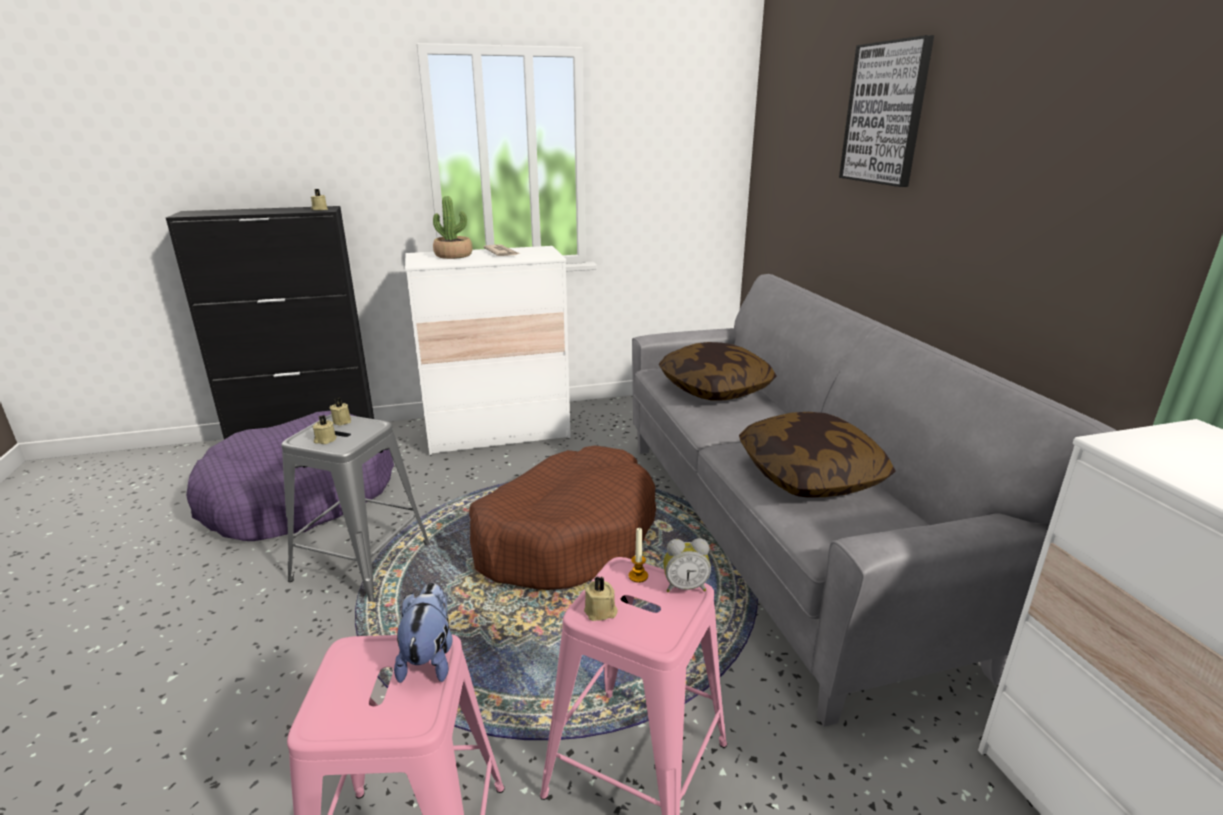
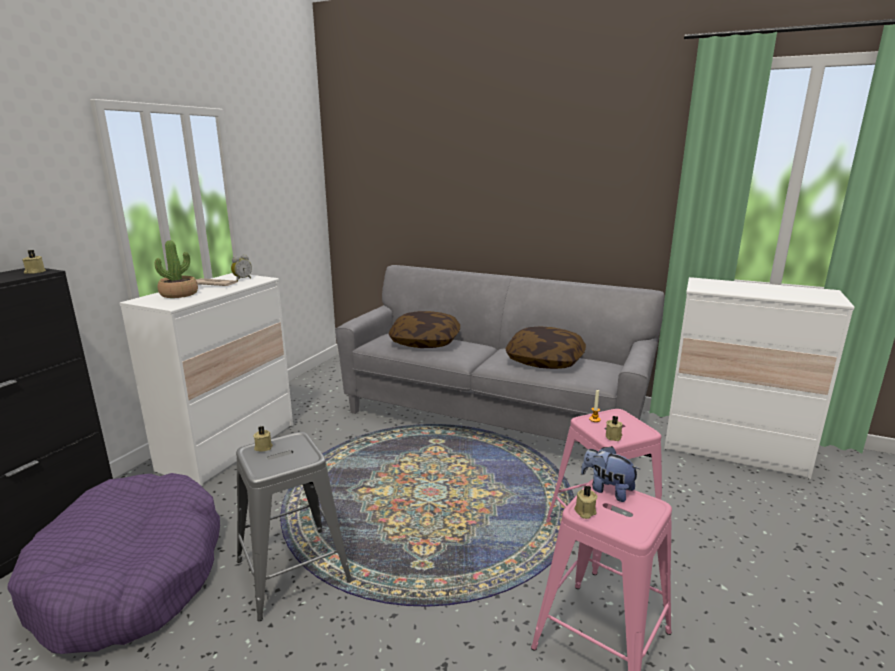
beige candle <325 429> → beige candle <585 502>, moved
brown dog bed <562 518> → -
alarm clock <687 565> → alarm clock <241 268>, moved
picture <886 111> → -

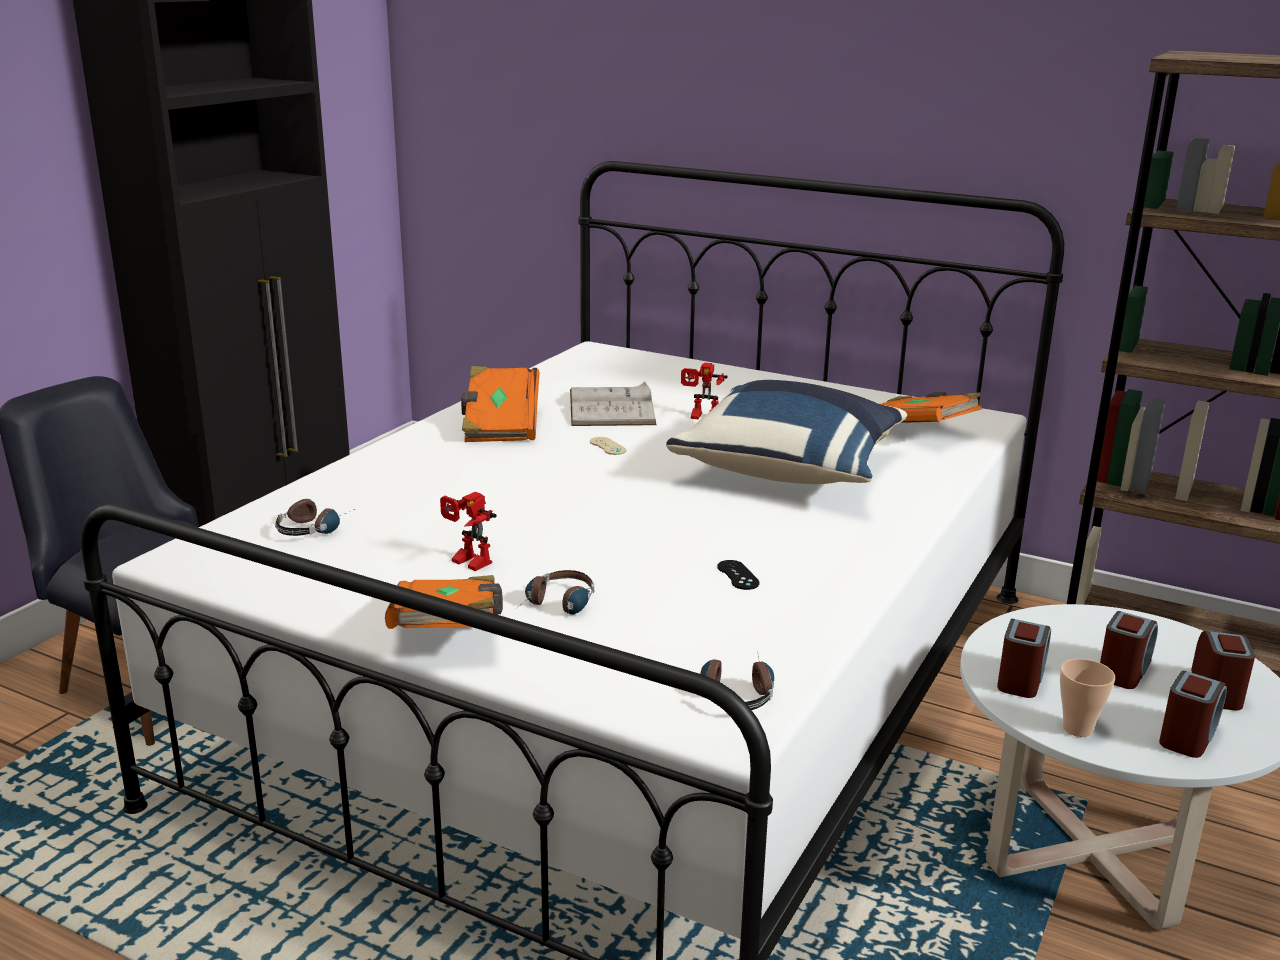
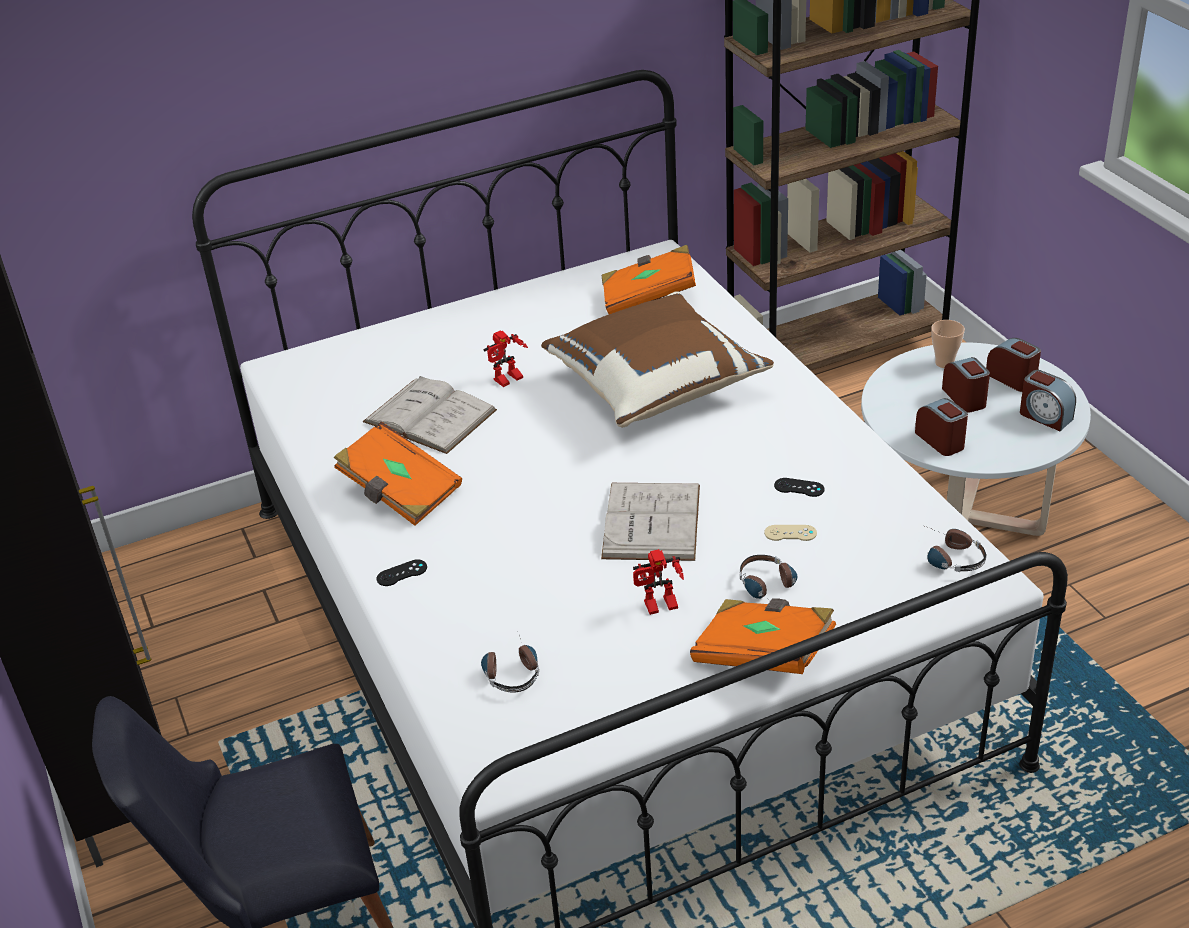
beige game controller <608 446> → beige game controller <790 533>, moved
blue pillow <786 432> → brown pillow <657 359>
cup <1087 698> → cup <948 344>, moved
alarm clock <1193 714> → alarm clock <1048 400>, 150 degrees clockwise
- → black game controller <402 572>
- → white book <650 522>

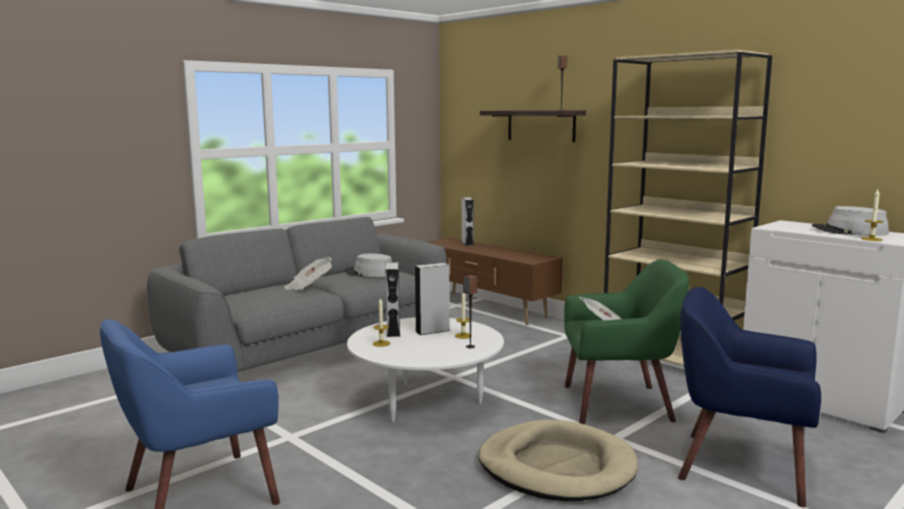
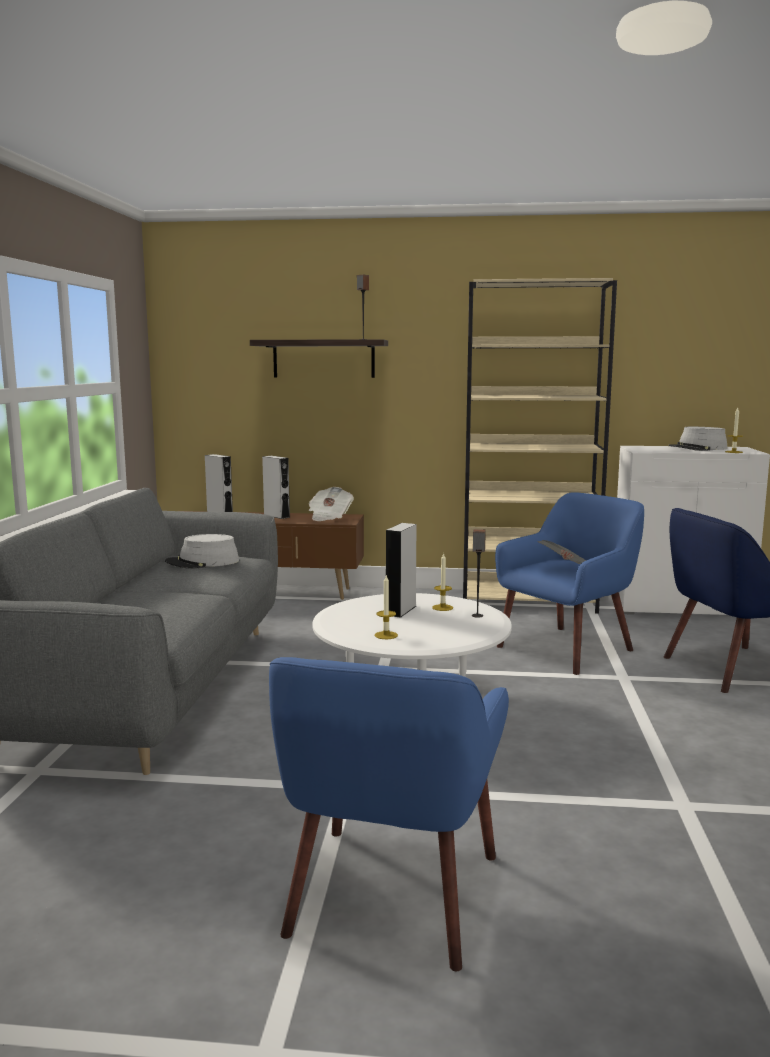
newspaper <308 273> → newspaper <331 504>, moved
grey speaker <392 299> → grey speaker <276 487>, moved
beige dog bed <558 460> → -
green armchair <626 342> → blue armchair <569 583>

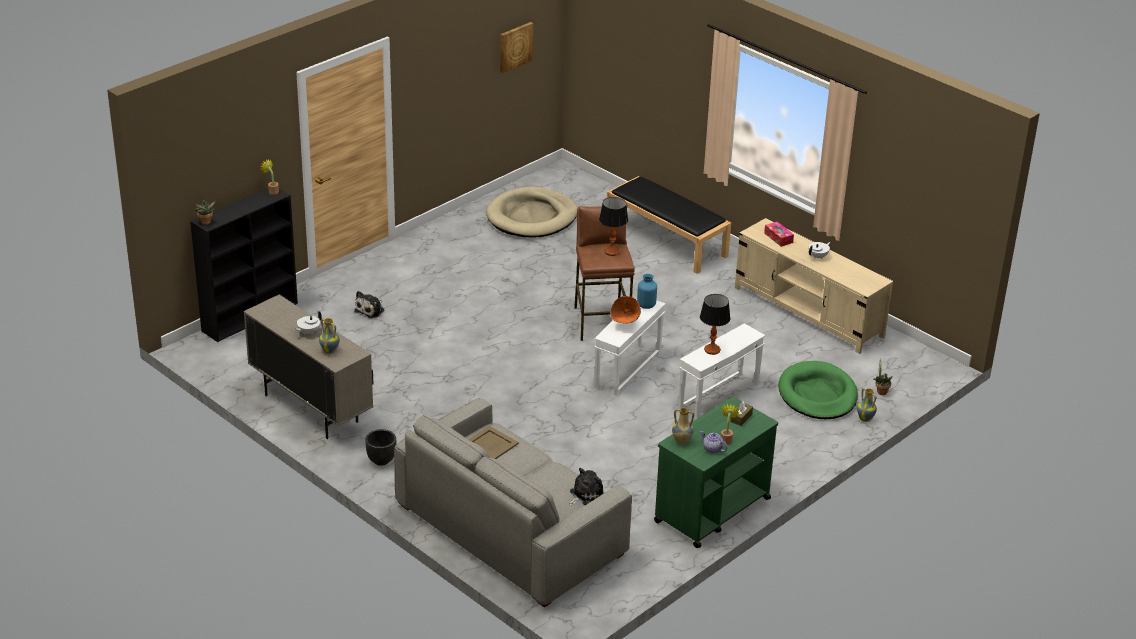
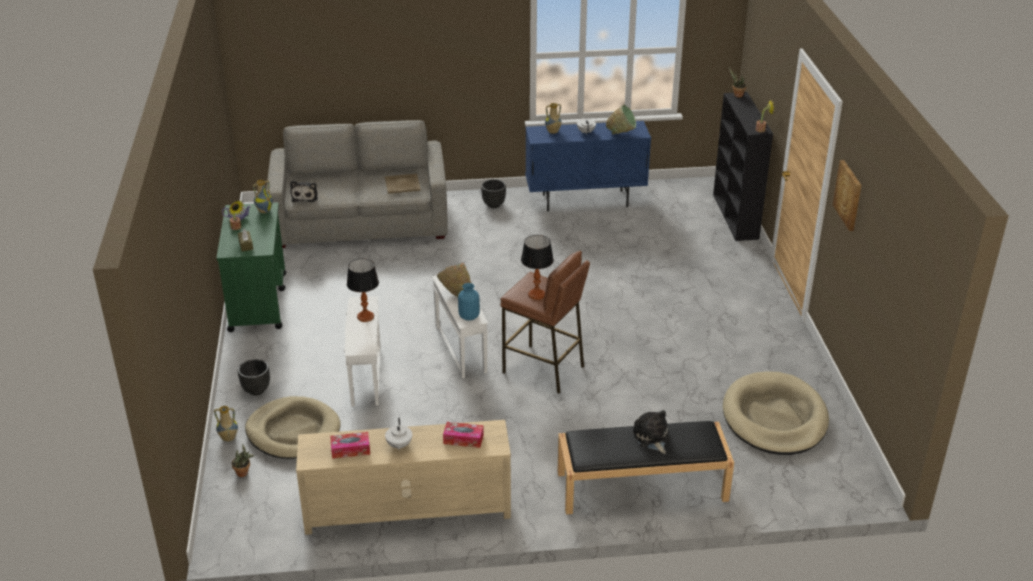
beige cabinet <308 367> → blue cabinet <588 166>
plush toy <369 304> → plush toy <651 432>, moved
picture <516 47> → picture <847 195>, moved
green dog bed <818 390> → beige dog bed <293 427>
- → black planter <254 377>
- → tissue box <350 445>
- → green bowl <621 119>

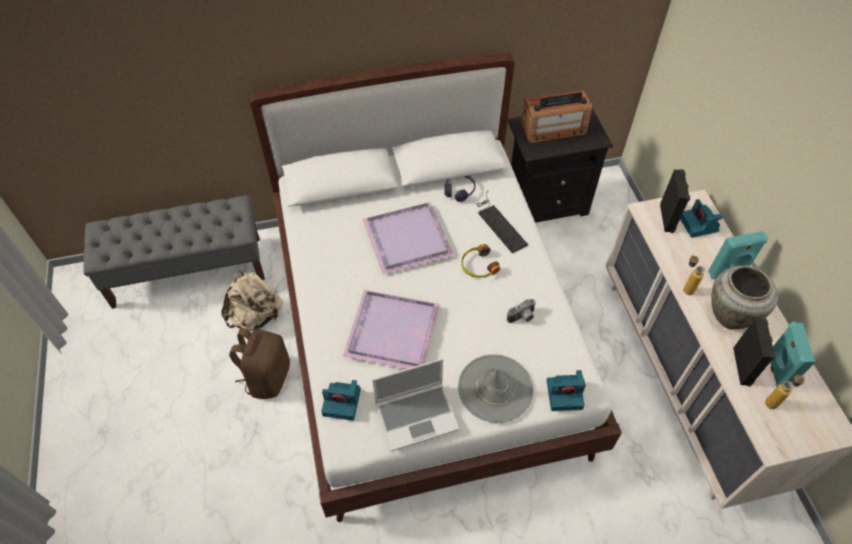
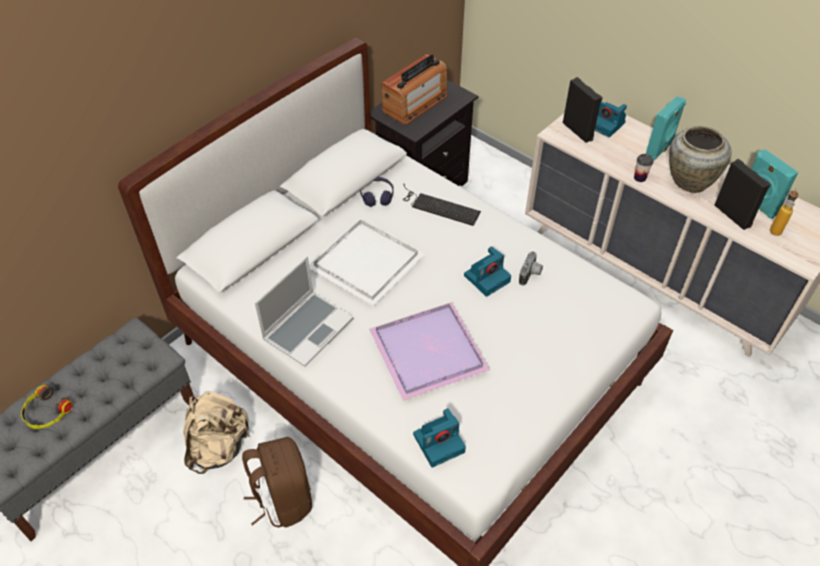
purple tray <408 238> → white tray <366 262>
laptop <415 404> → laptop <304 311>, moved
grey hat <495 389> → -
headphones <480 261> → headphones <46 407>, moved
photo camera <566 390> → photo camera <487 271>, moved
bottle <694 274> → cup <644 168>

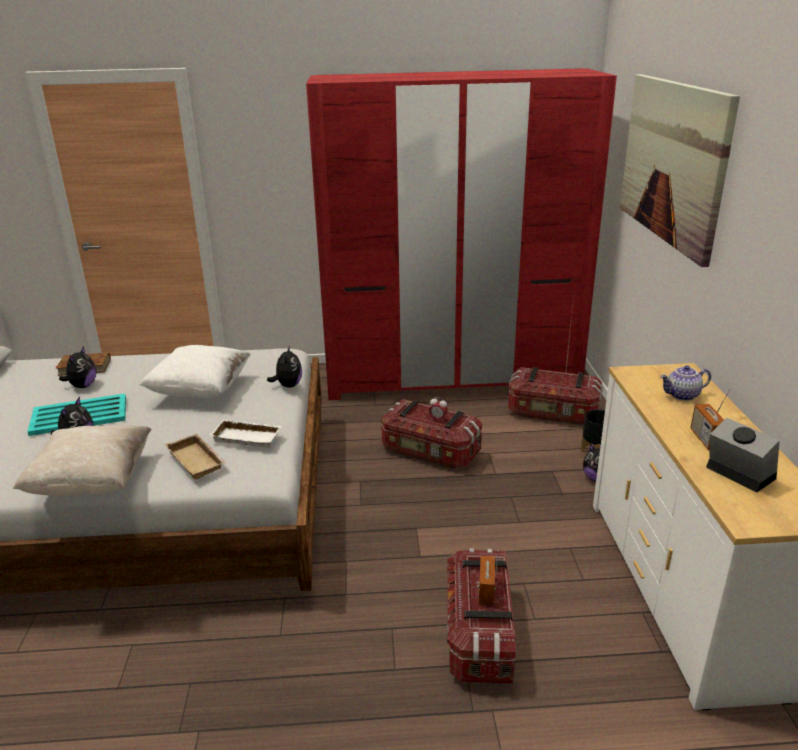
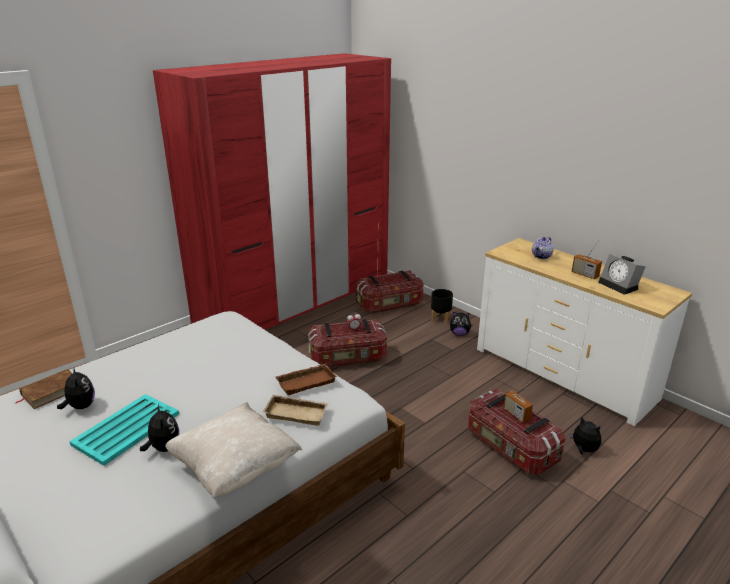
white pillow <195 371> → -
white tray <246 433> → brown tray <306 379>
plush toy <284 366> → plush toy <584 435>, moved
picture <680 170> → -
alarm clock <743 455> → alarm clock <622 274>, 135 degrees counterclockwise

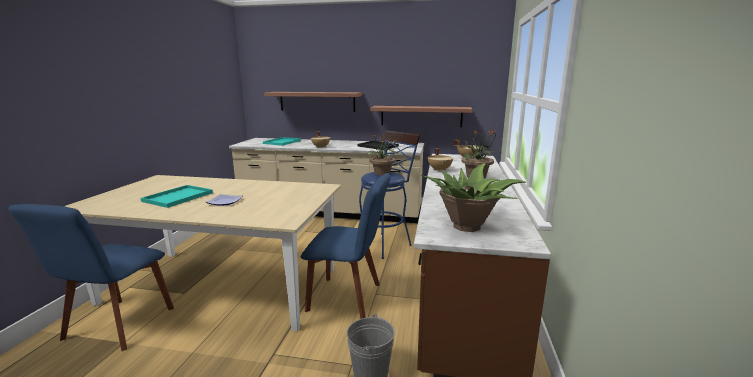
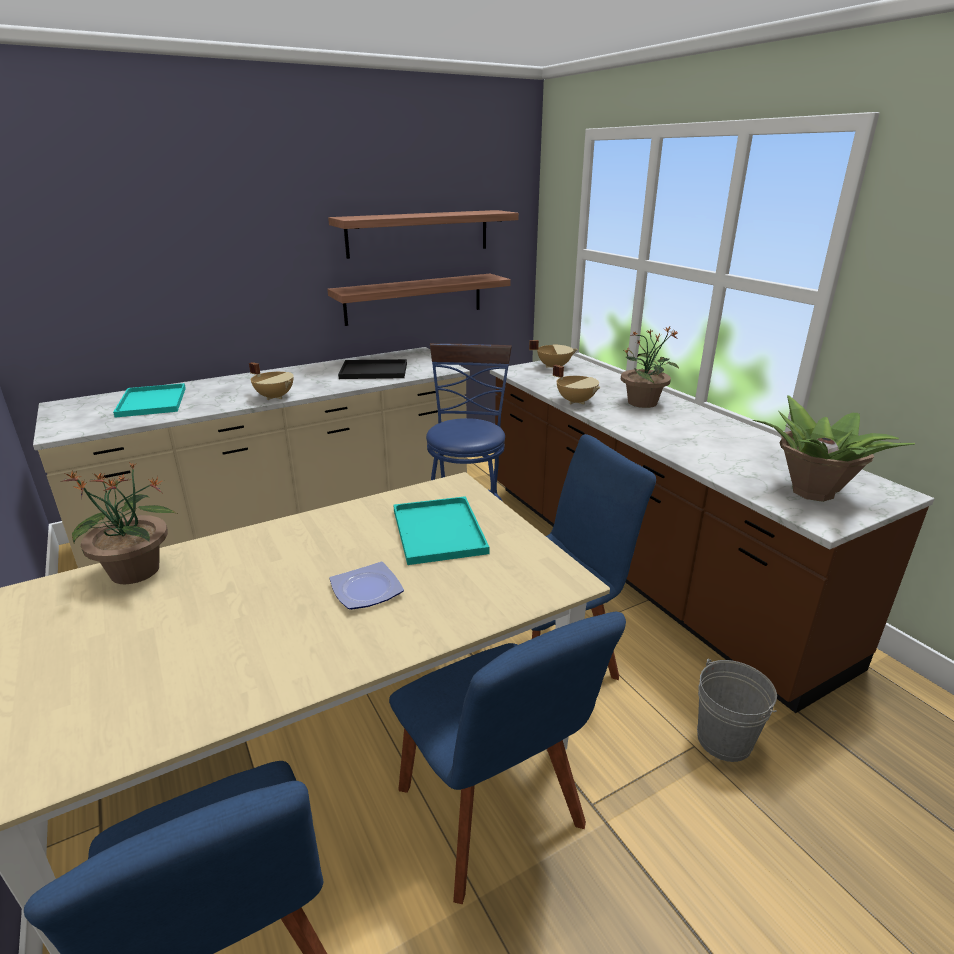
turquoise tray <177 196> → turquoise tray <442 530>, moved
shelf <313 102> → shelf <423 234>, moved
potted plant <383 155> → potted plant <120 523>, moved
- → blue chair <507 758>

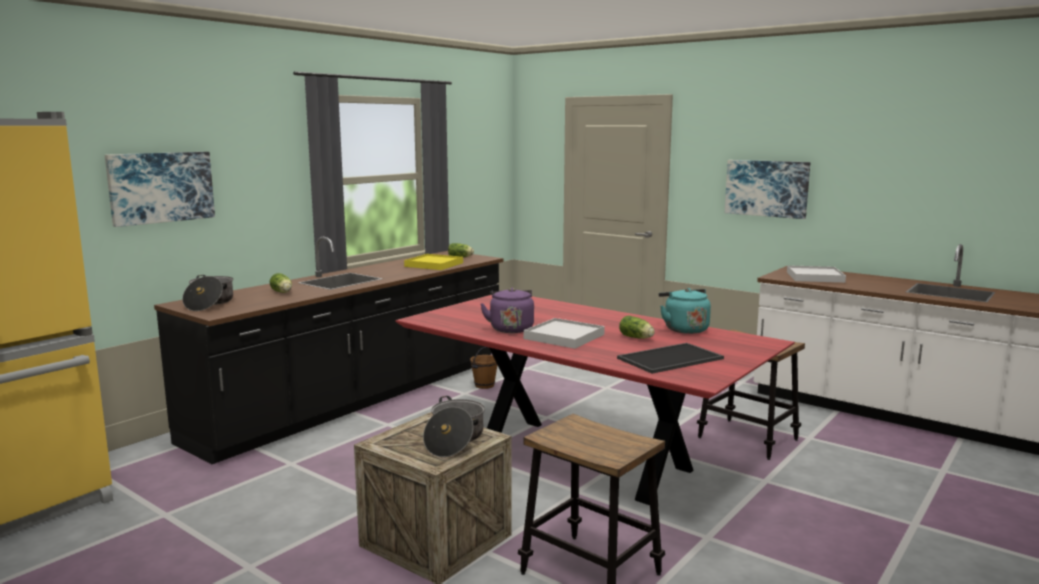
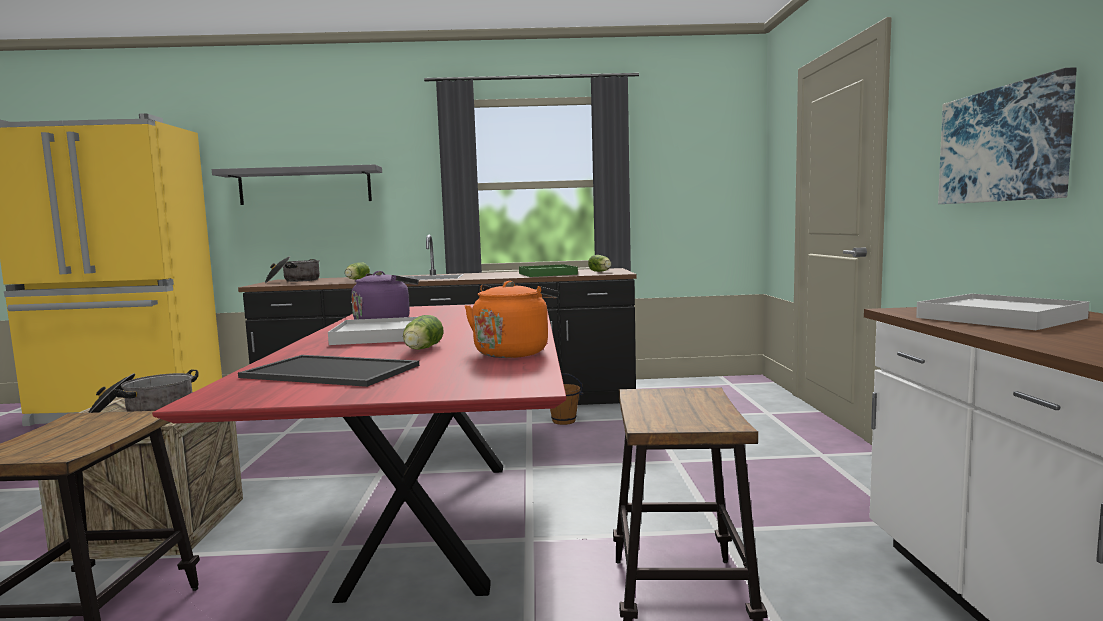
picture <160 189> → grey shelf <297 184>
yellow tray <433 262> → green tray <548 270>
turquoise kettle <684 311> → orange kettle <511 319>

